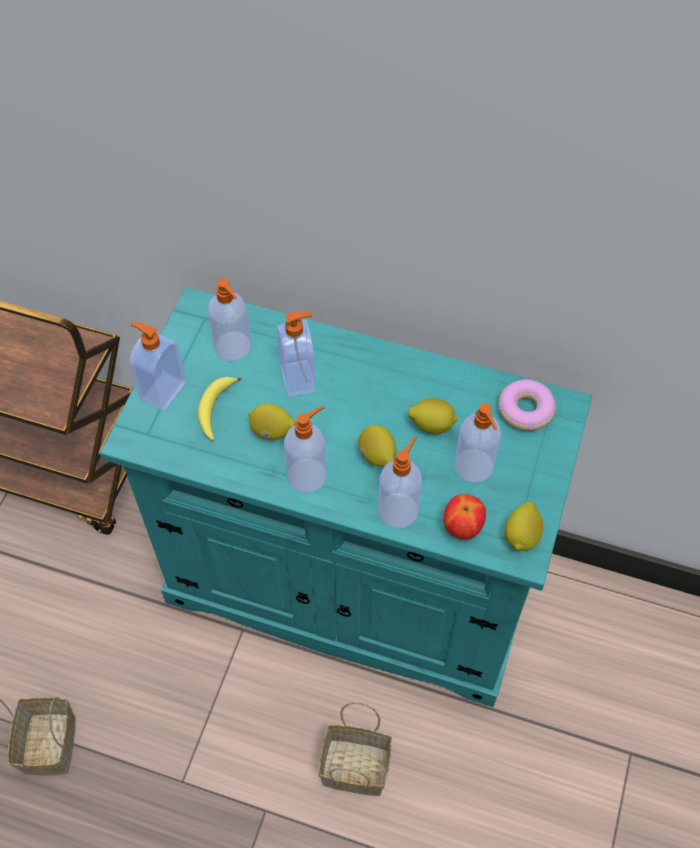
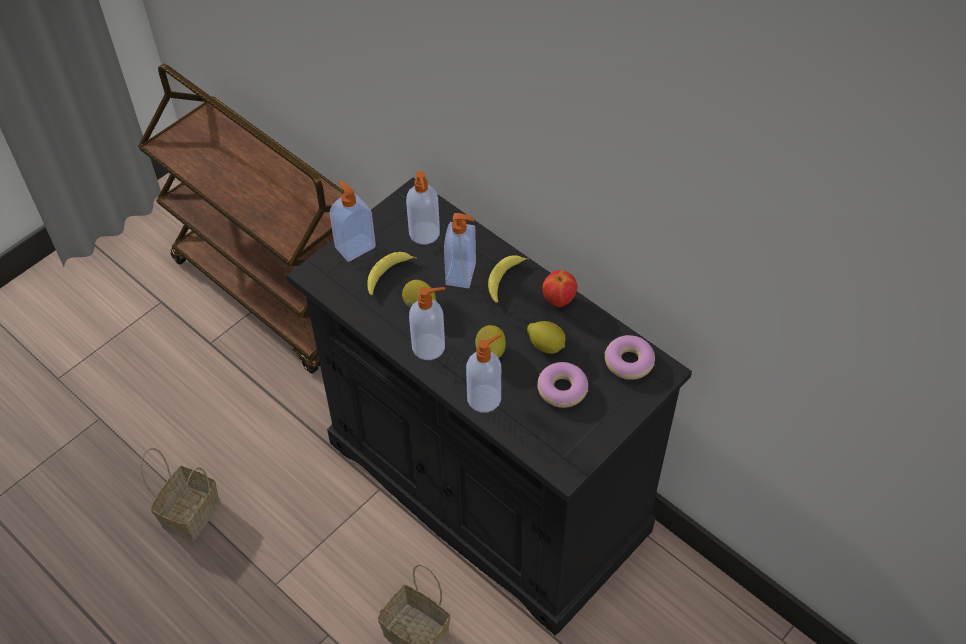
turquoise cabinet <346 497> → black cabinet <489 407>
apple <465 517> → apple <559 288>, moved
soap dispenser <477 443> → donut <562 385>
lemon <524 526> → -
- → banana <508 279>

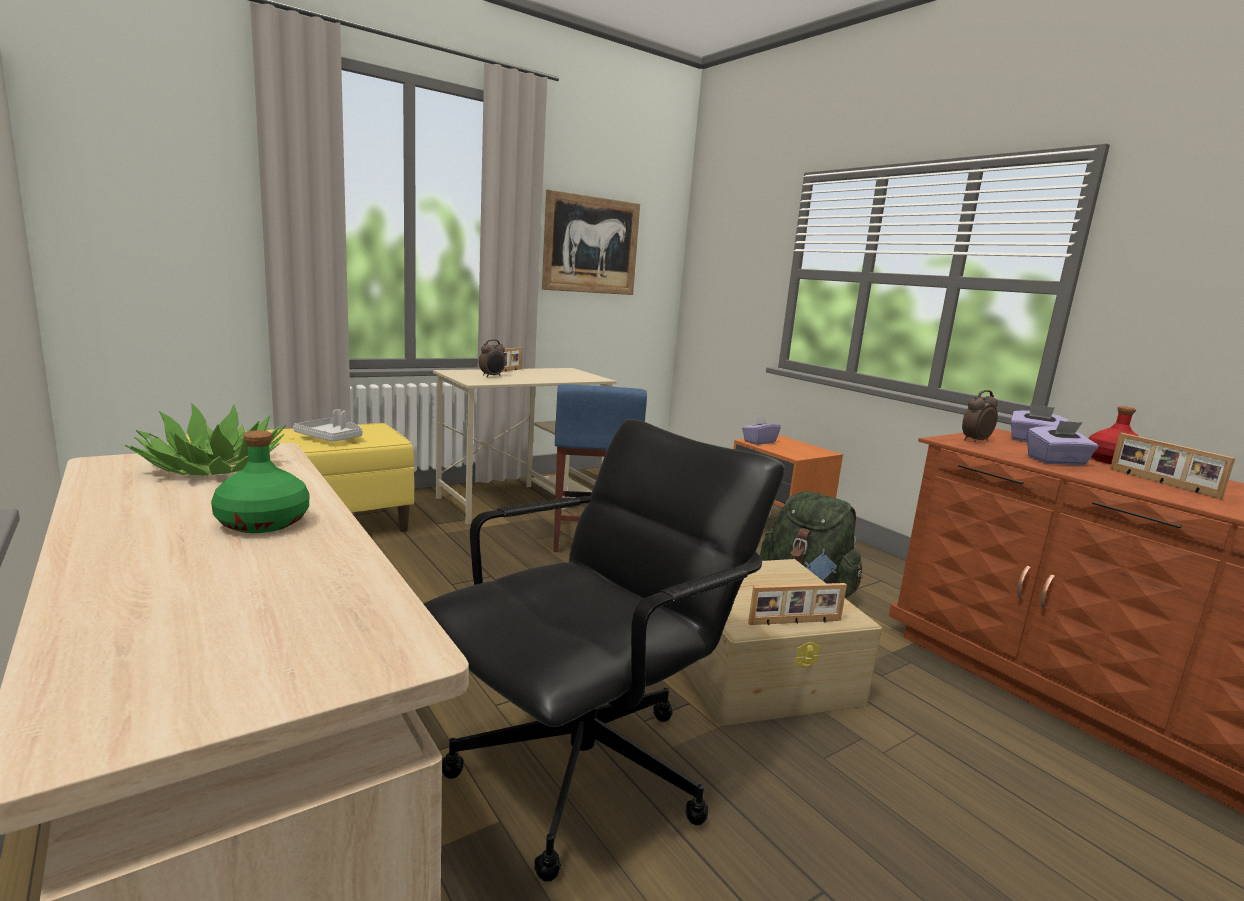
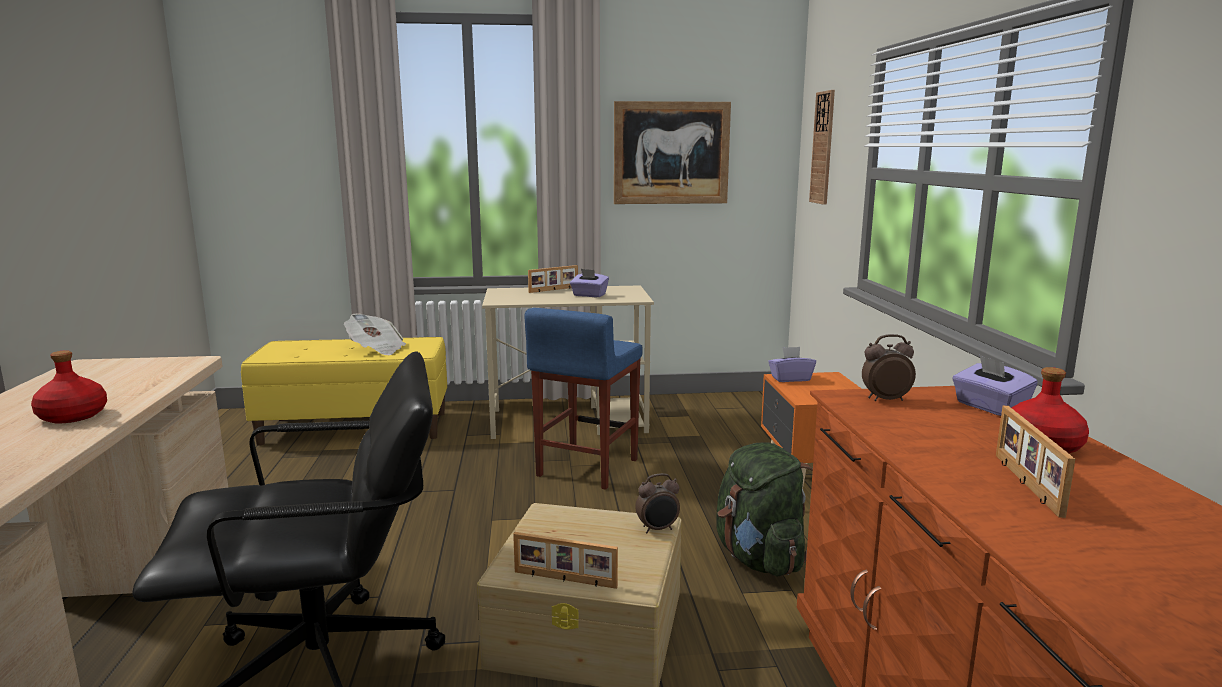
potted plant <205 439> → -
green bottle <260 481> → red bottle <69 386>
grey tray <328 425> → newspaper <375 334>
alarm clock <492 358> → alarm clock <657 503>, moved
purple tissue box <1062 443> → purple tissue box <589 283>, moved
- → wall clock <822 147>

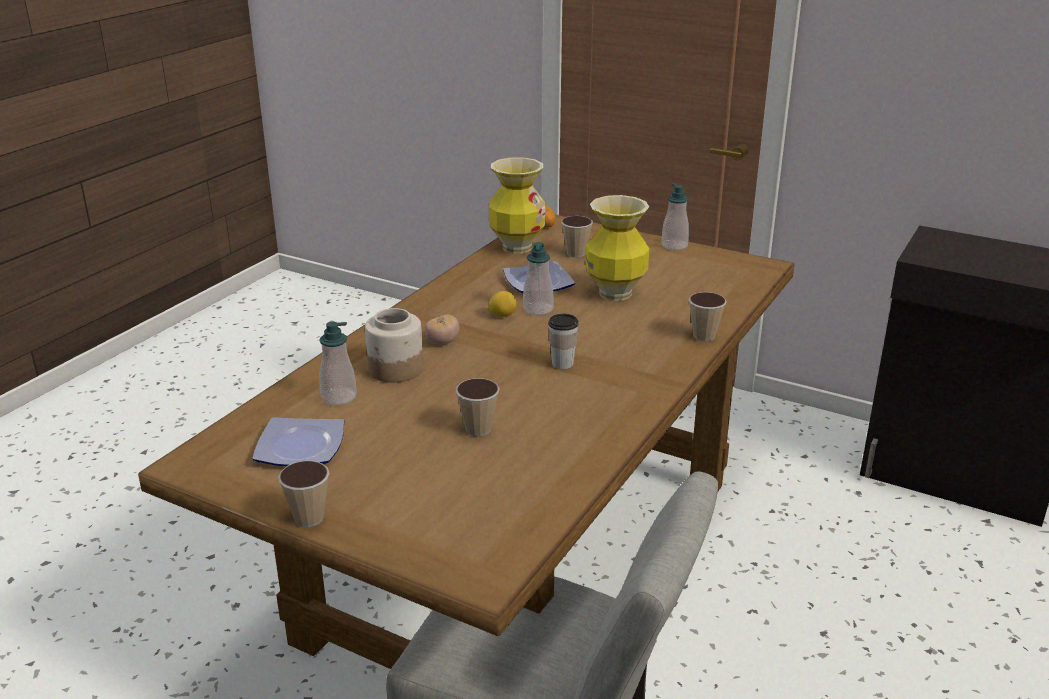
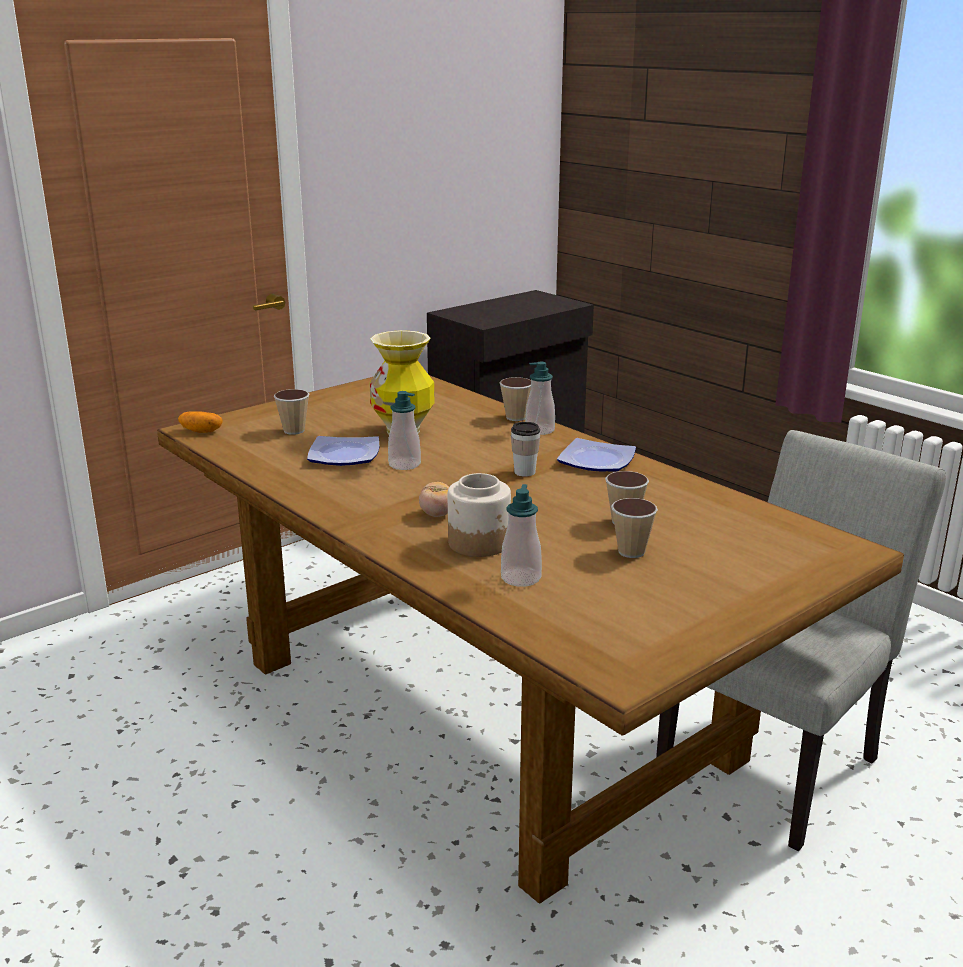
plate <298 441> → plate <596 454>, moved
cup <303 494> → cup <634 528>, moved
vase <517 205> → -
lemon <502 304> → -
soap dispenser <675 216> → soap dispenser <540 398>, moved

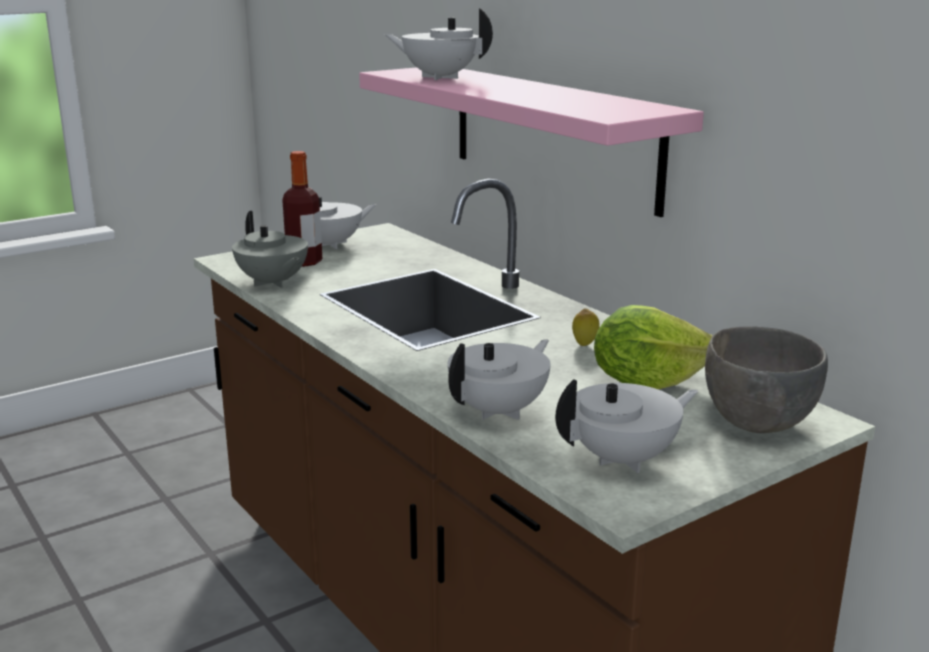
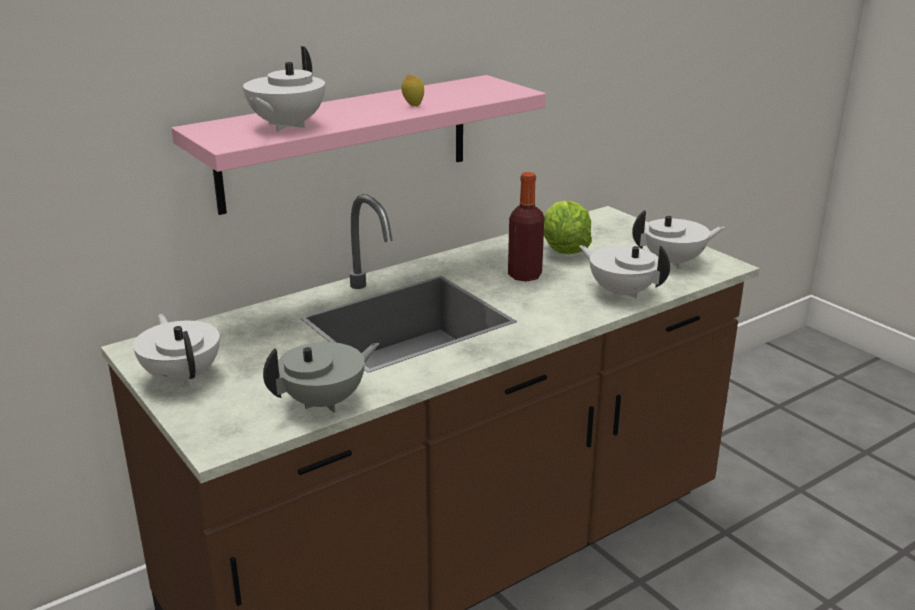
bottle <302 209> → bottle <526 227>, moved
white teapot <626 426> → white teapot <678 239>, 105 degrees clockwise
lemon <586 327> → lemon <412 90>, moved
grey bowl <766 379> → -

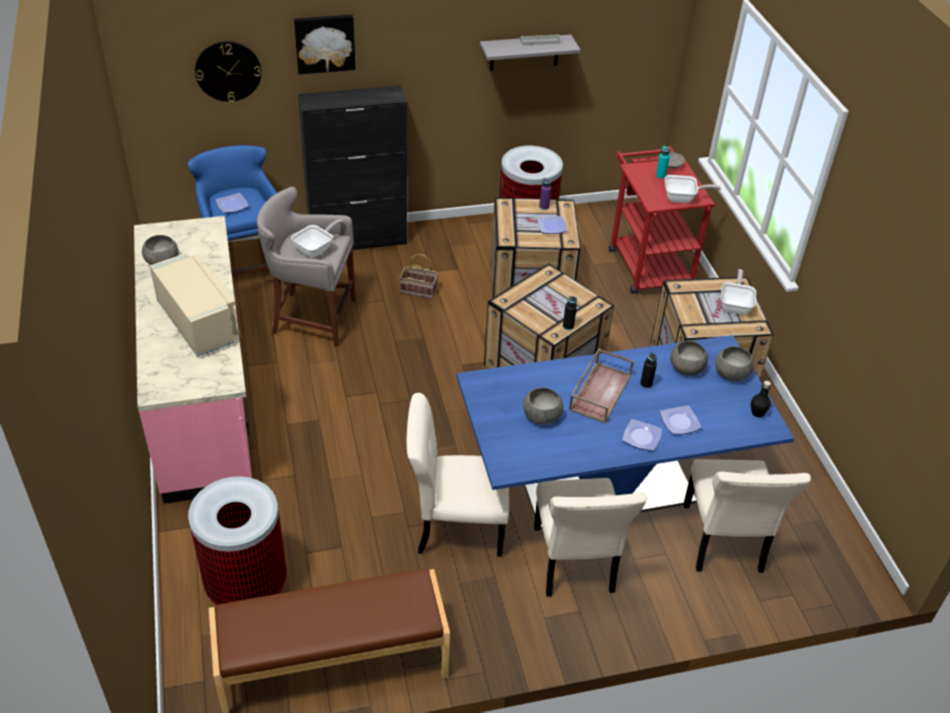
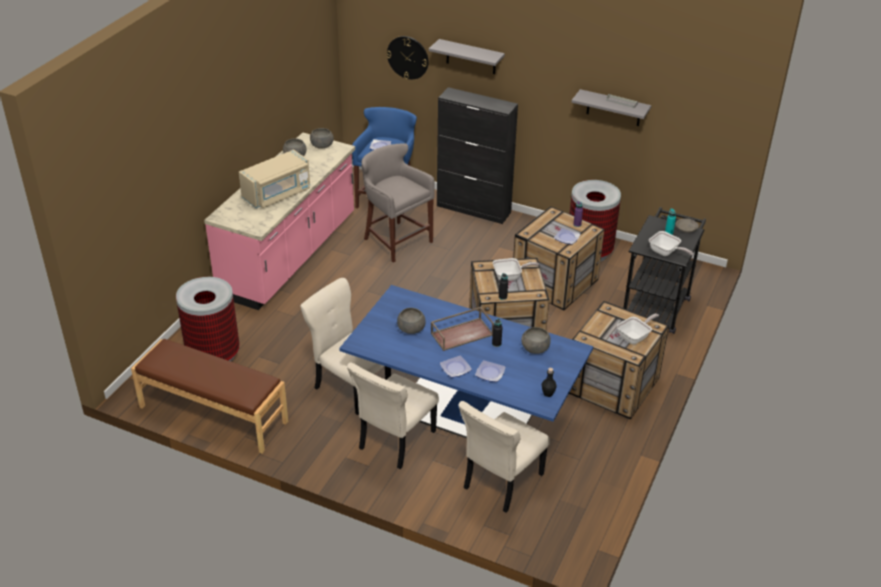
beige microwave <195 305> → beige microwave <274 179>, 45 degrees clockwise
frying pan <317 238> → frying pan <516 269>, moved
picture <324 44> → grey shelf <467 56>
basket <418 276> → -
red cart <662 220> → black cart <664 270>
grey bowl <734 363> → grey bowl <322 138>, moved

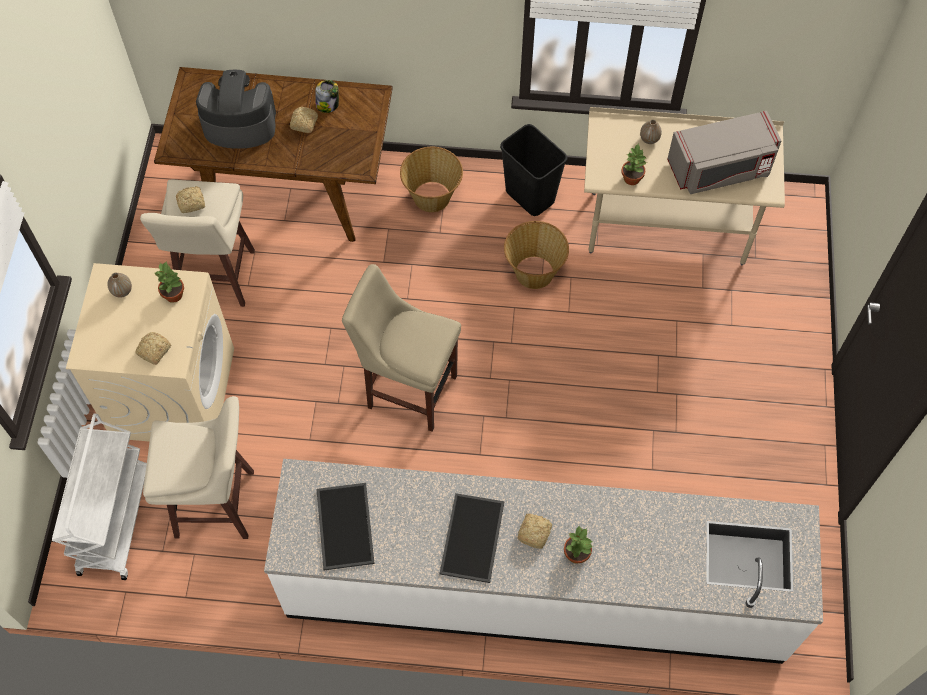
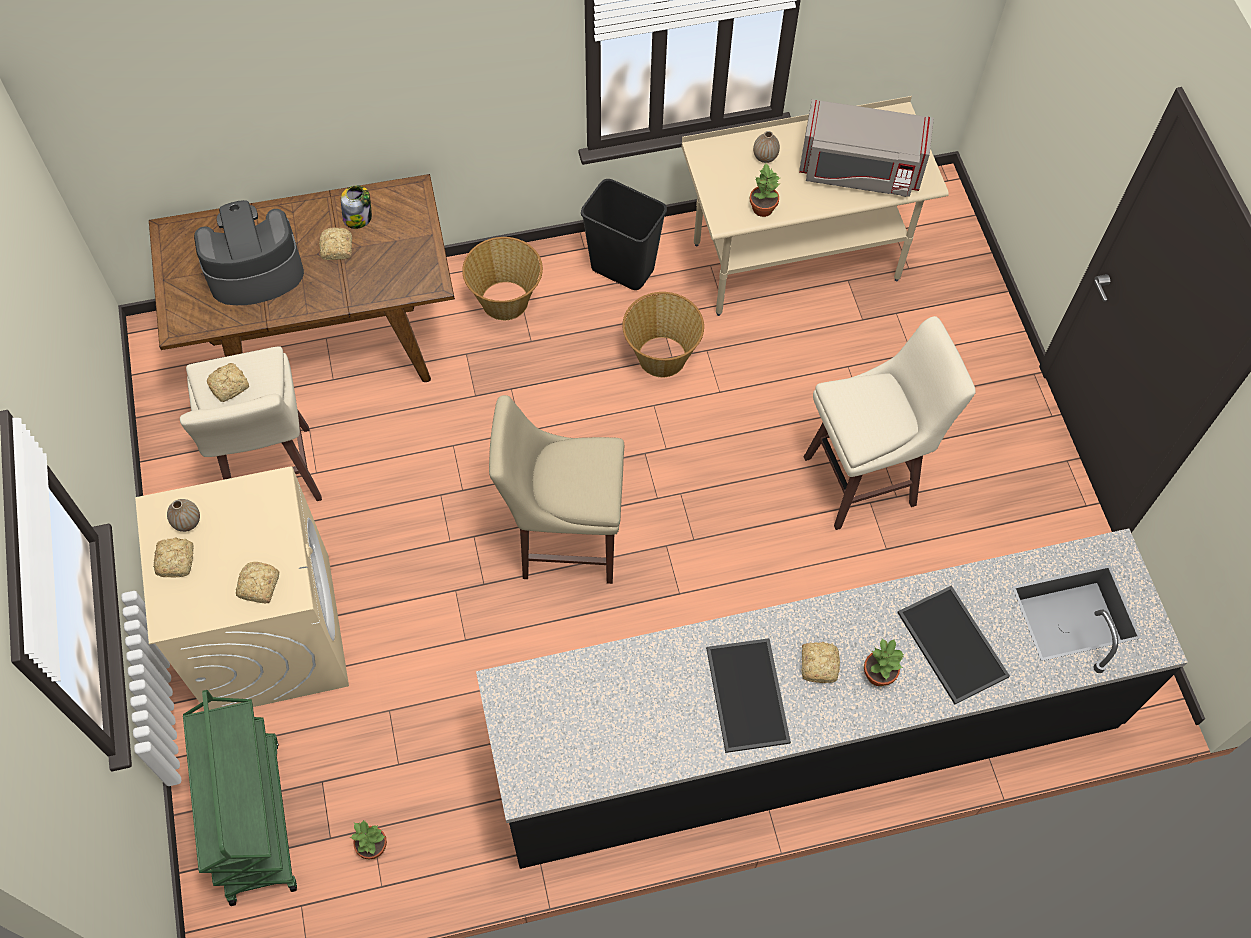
white cart <99 497> → green cart <240 798>
beige stool <198 467> → beige stool <890 423>, moved
potted plant <169 282> → potted plant <368 839>, moved
white counter <543 561> → black counter <832 698>
tray <345 526> → tray <953 644>, moved
grey microwave <724 152> → grey microwave <866 148>, 45 degrees clockwise
- → bread <173 558>

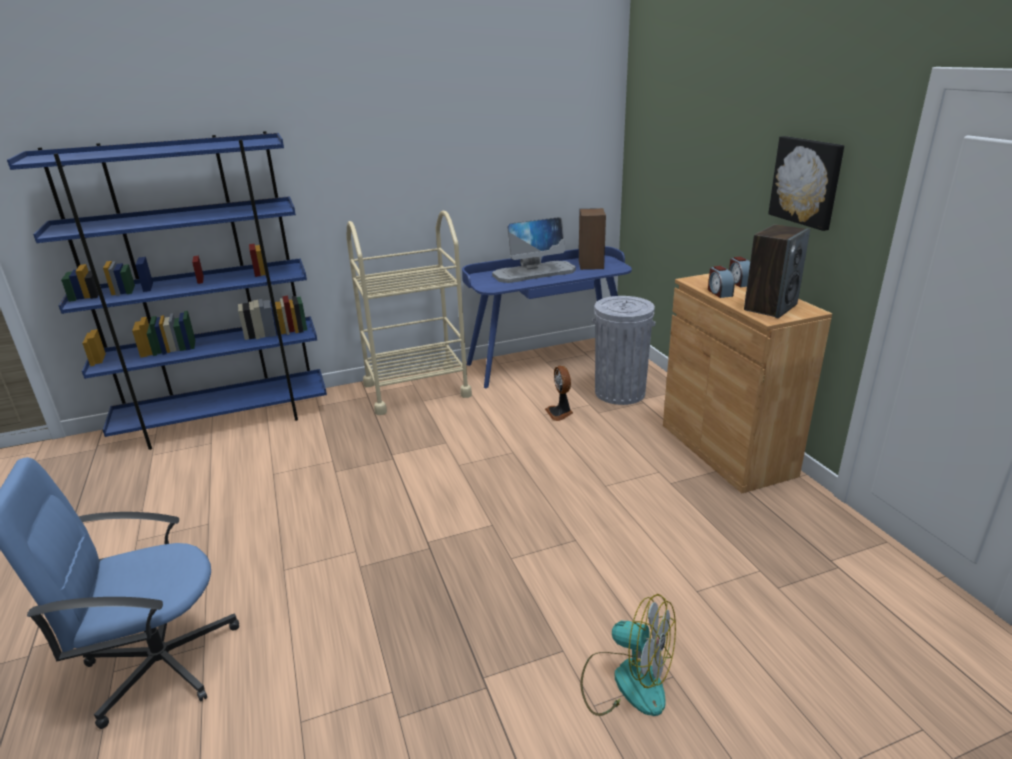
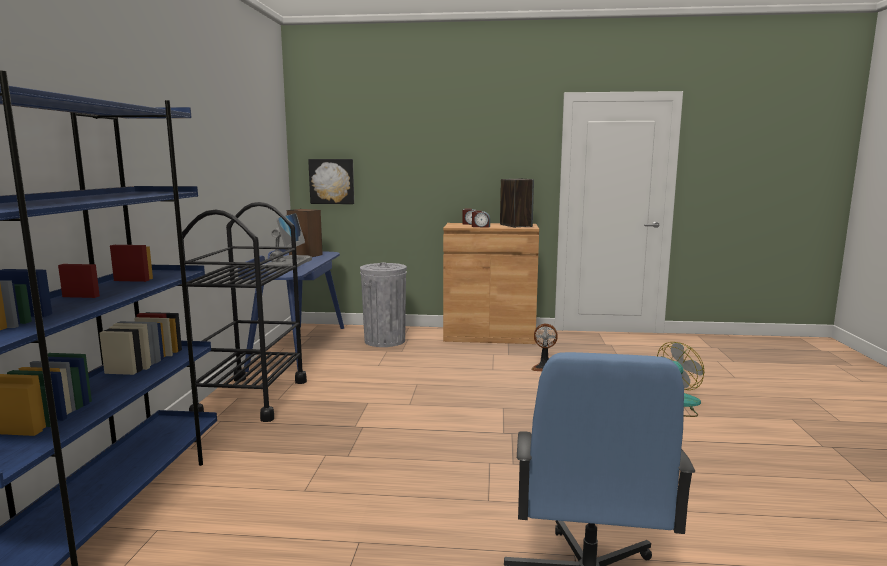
beige cart <409 312> → black cart <242 312>
fan <559 393> → fan <544 347>, moved
picture <806 183> → picture <331 181>, moved

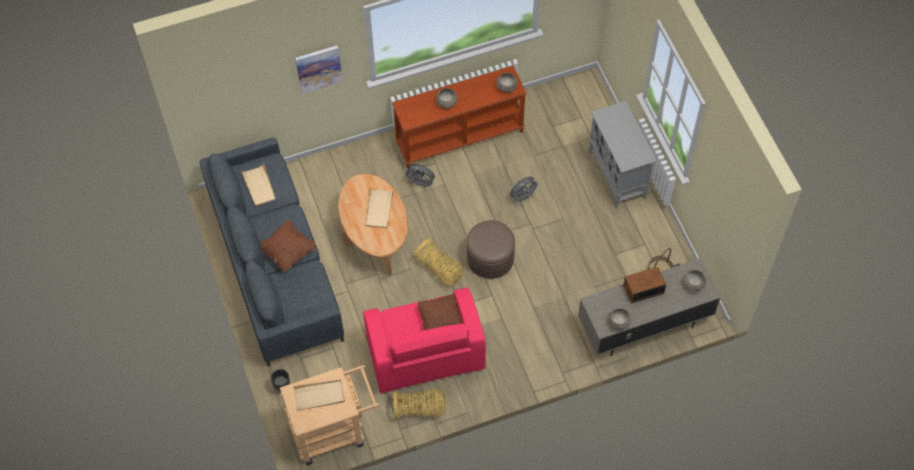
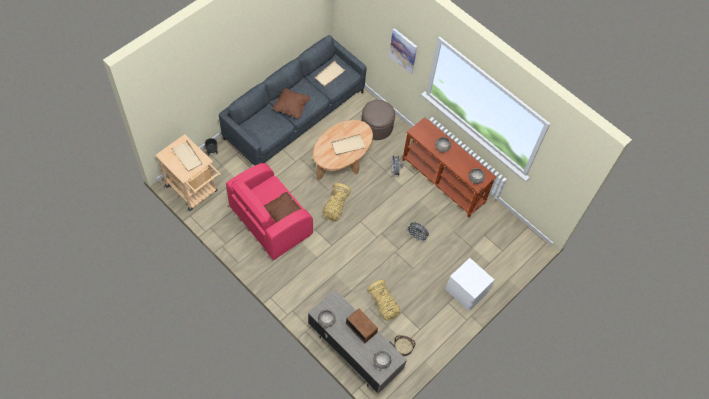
basket <419 404> → basket <383 300>, moved
brown ottoman <491 249> → brown ottoman <378 120>, moved
grey cabinet <622 155> → white nightstand <469 284>

